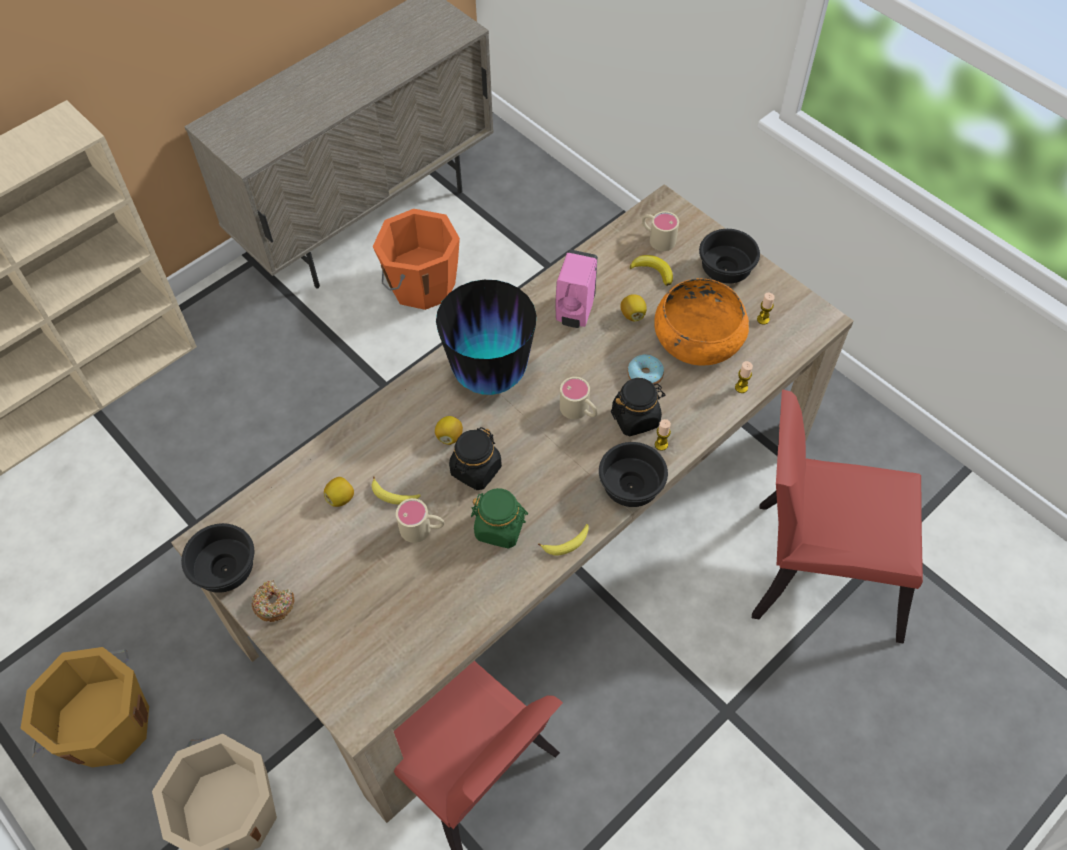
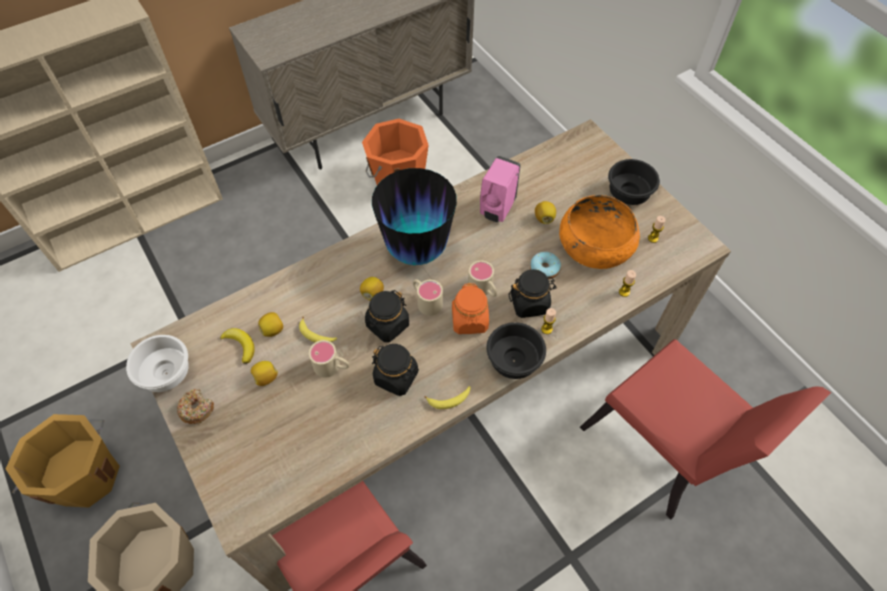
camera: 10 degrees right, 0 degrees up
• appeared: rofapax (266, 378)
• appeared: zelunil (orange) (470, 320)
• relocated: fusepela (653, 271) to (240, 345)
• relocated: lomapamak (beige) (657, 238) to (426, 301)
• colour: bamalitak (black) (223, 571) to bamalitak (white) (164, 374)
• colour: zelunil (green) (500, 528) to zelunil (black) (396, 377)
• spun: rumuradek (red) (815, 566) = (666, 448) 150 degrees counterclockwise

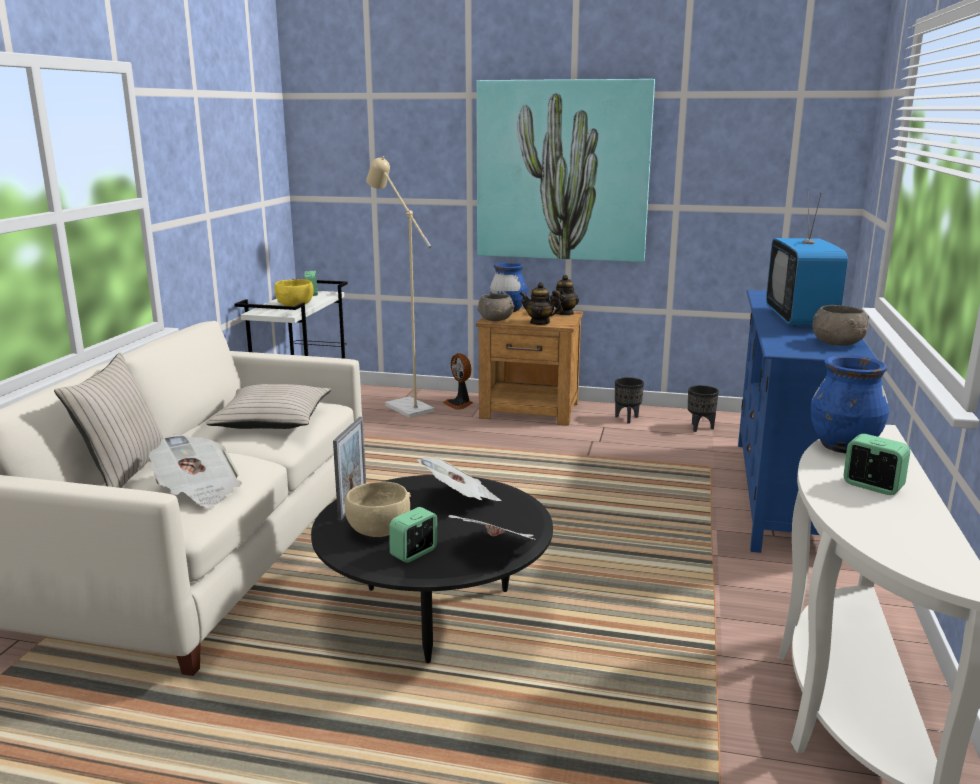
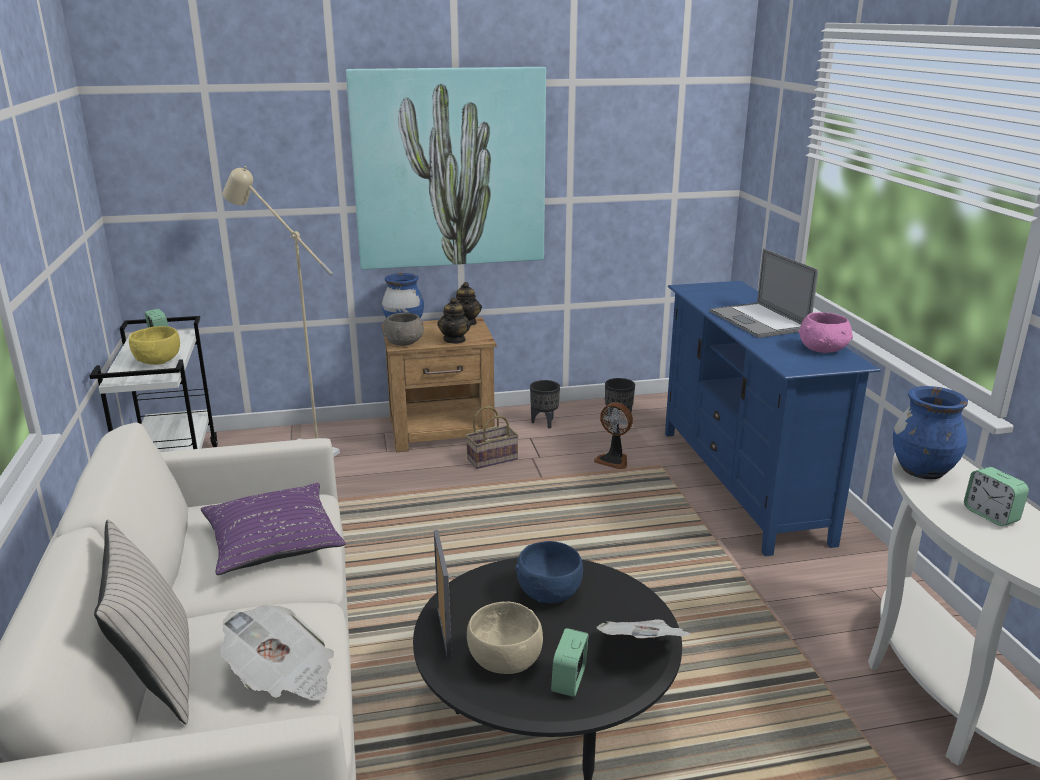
camera: 25 degrees left, 5 degrees up
• appeared: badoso (493, 458)
• relocated: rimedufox (459, 404) to (613, 460)
• exchanged: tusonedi (460, 499) to bamalitak (blue) (549, 592)
• exchanged: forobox (800, 319) to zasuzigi (758, 321)
• colour: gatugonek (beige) (272, 420) to gatugonek (purple) (273, 541)
• colour: bamalitak (grey) (838, 343) to bamalitak (pink) (823, 349)
• spun: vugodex (540, 322) = (454, 340) 75 degrees counterclockwise
• spun: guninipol (872, 486) = (990, 515) 135 degrees counterclockwise

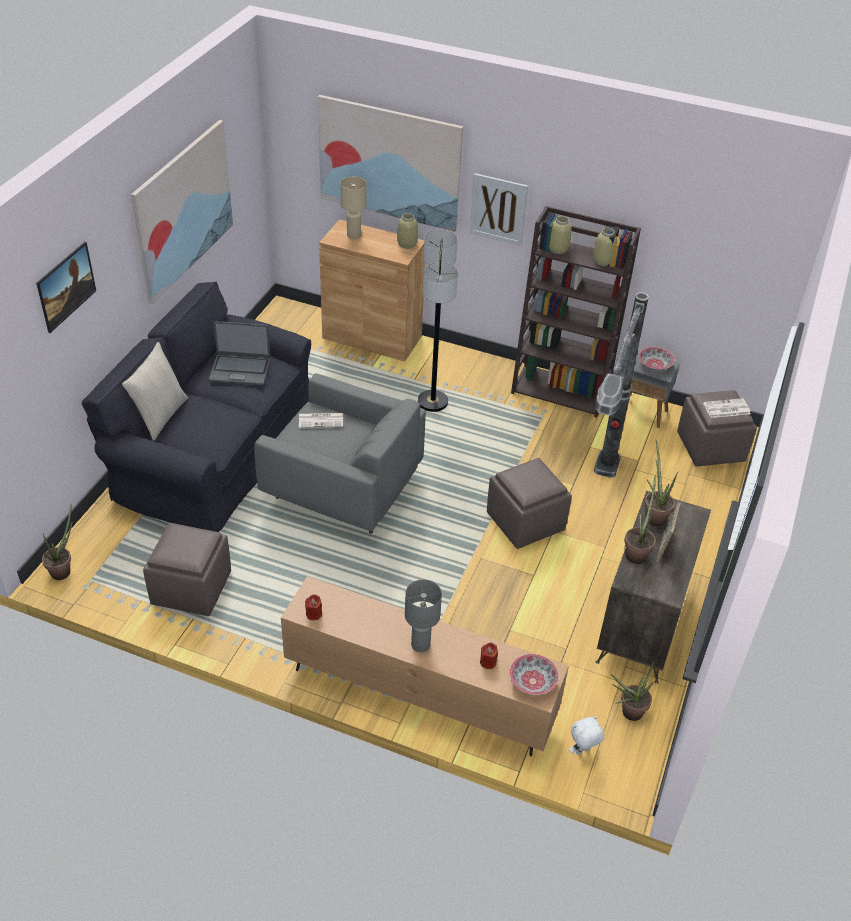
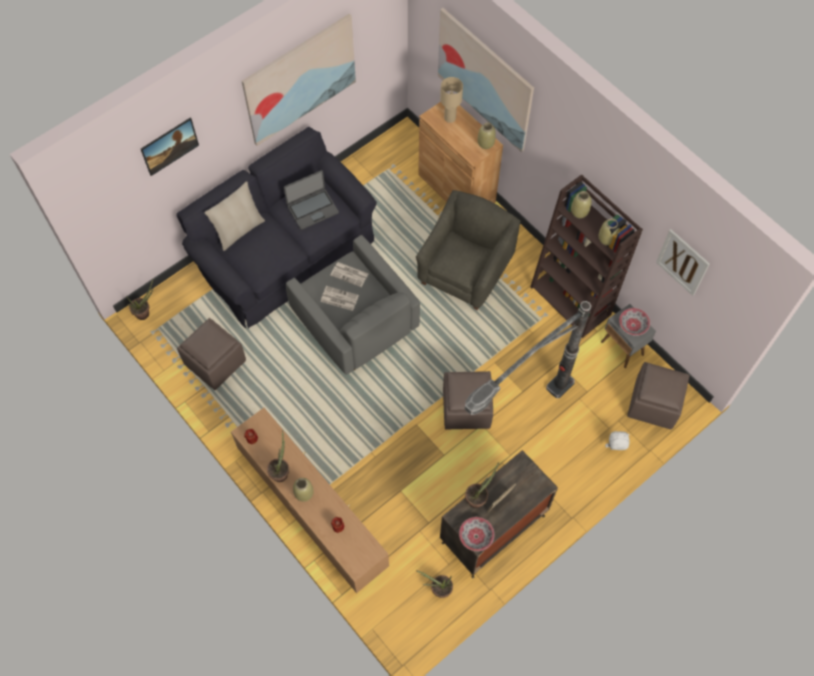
camera: 30 degrees right, 20 degrees up
• relocated: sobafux (498, 209) to (682, 262)
• relocated: bamalitak (532, 682) to (476, 536)
• relocated: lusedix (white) (582, 752) to (615, 449)
• relocated: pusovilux (653, 515) to (281, 471)
• relocated: tusonedi (726, 409) to (339, 298)
• exchanged: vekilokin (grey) (421, 645) to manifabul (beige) (304, 494)
• exchanged: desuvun (433, 402) to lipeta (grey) (465, 271)
• spun: zasuzigi (240, 370) = (312, 209) 60 degrees counterclockwise

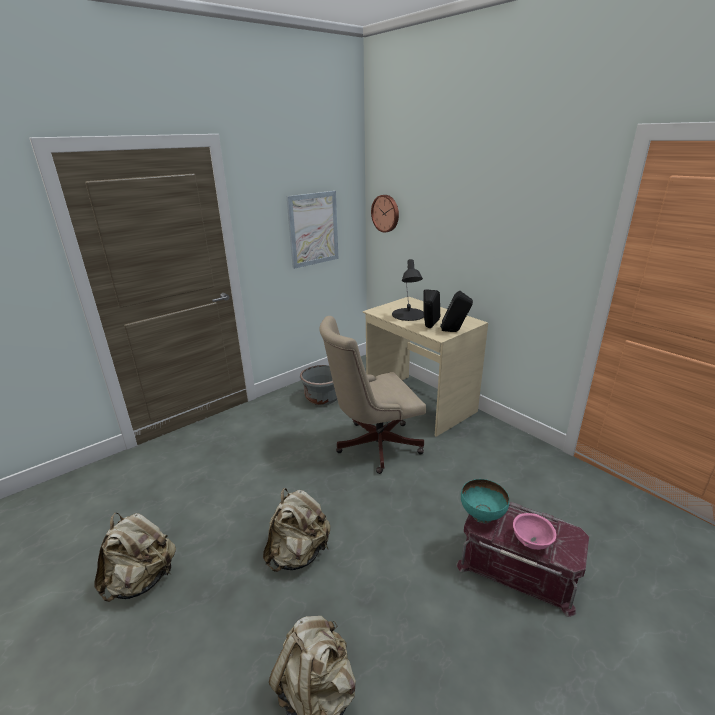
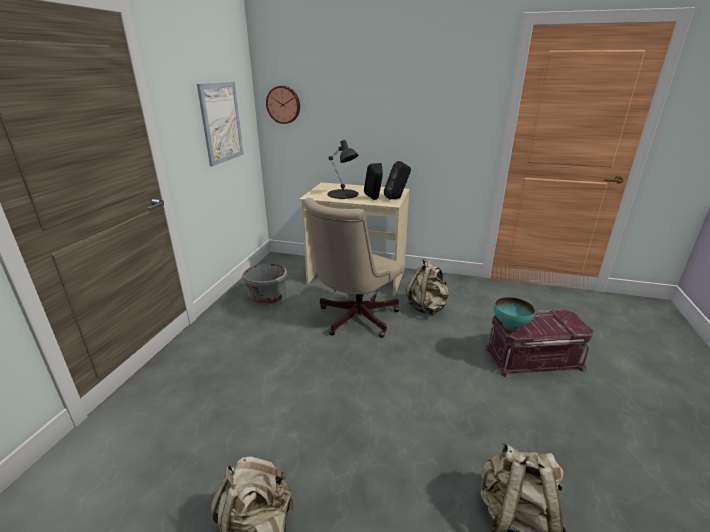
camera: 35 degrees left, 0 degrees up
• missing: bamalitak (pink) (532, 542)
• relocated: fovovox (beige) (298, 554) to (427, 307)

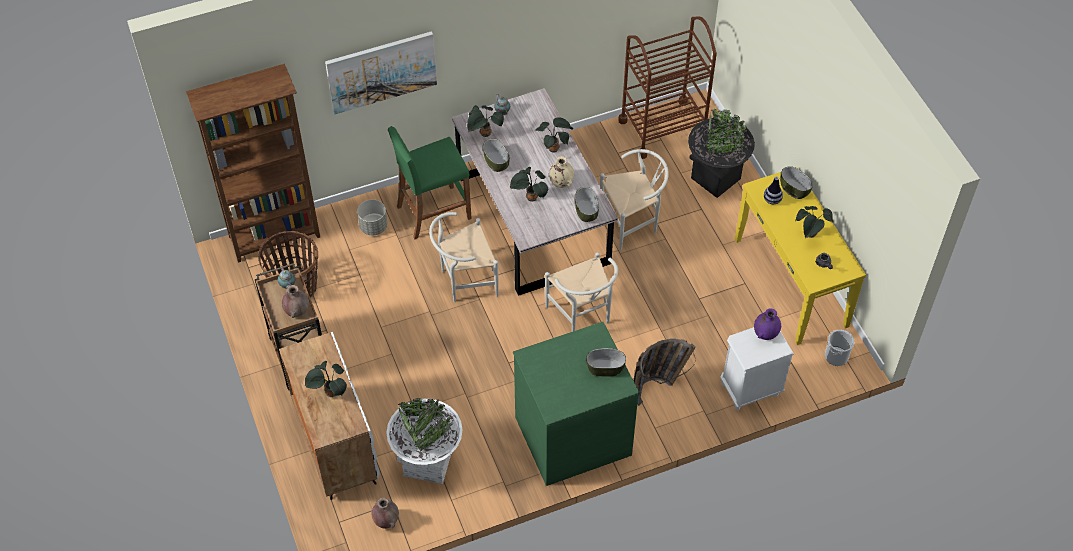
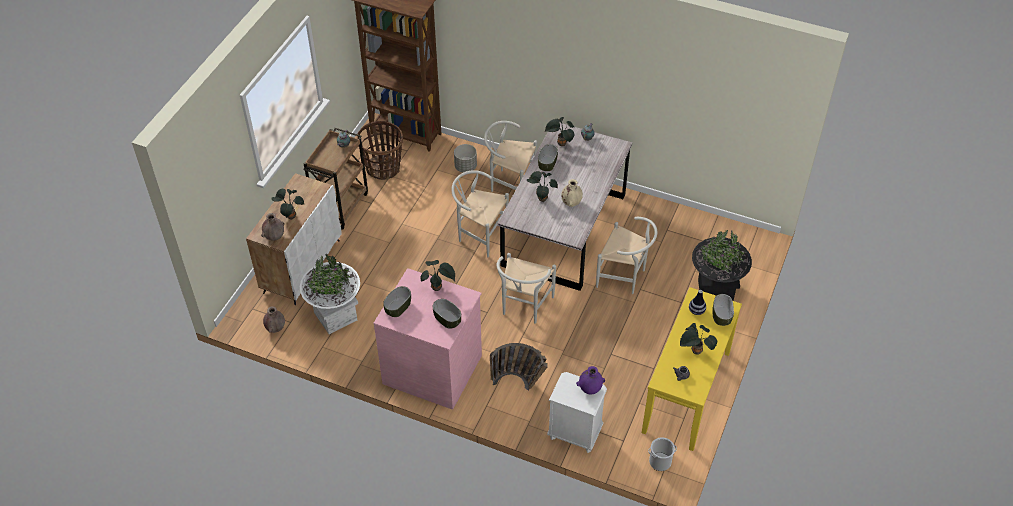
camera: 45 degrees right, 5 degrees down
• missing: sobafux (381, 71)
• missing: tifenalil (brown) (662, 128)
• relocated: manifabul (brown) (297, 311) to (274, 237)
• relocated: pusovilux (554, 148) to (438, 288)
• relocated: bamalitak (586, 211) to (398, 308)
• exchanged: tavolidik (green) (433, 212) to rumuradek (white) (509, 183)
• colour: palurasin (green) (572, 434) to palurasin (pink) (433, 368)

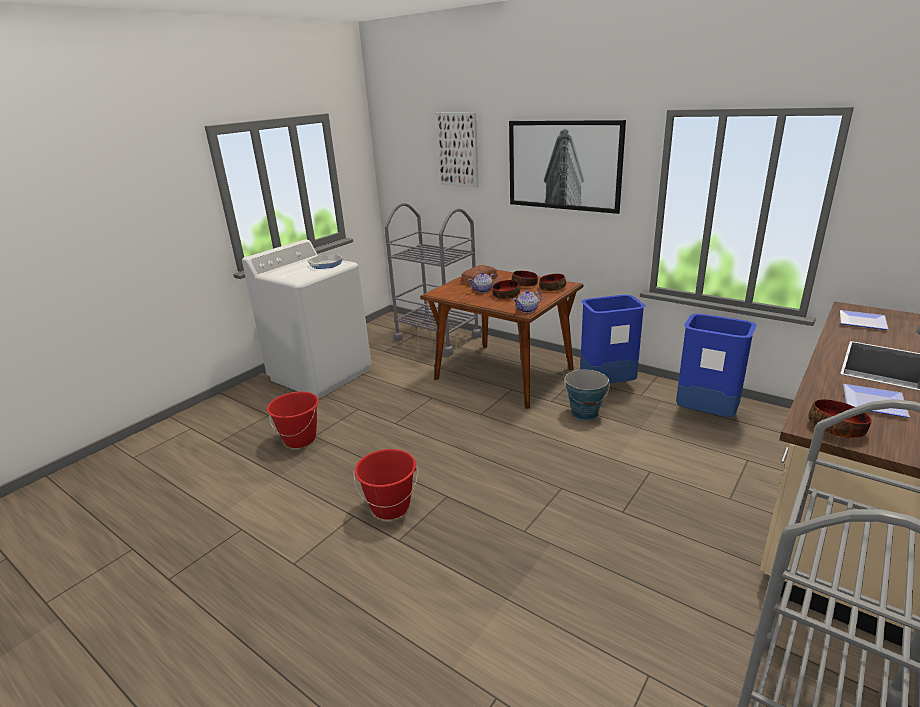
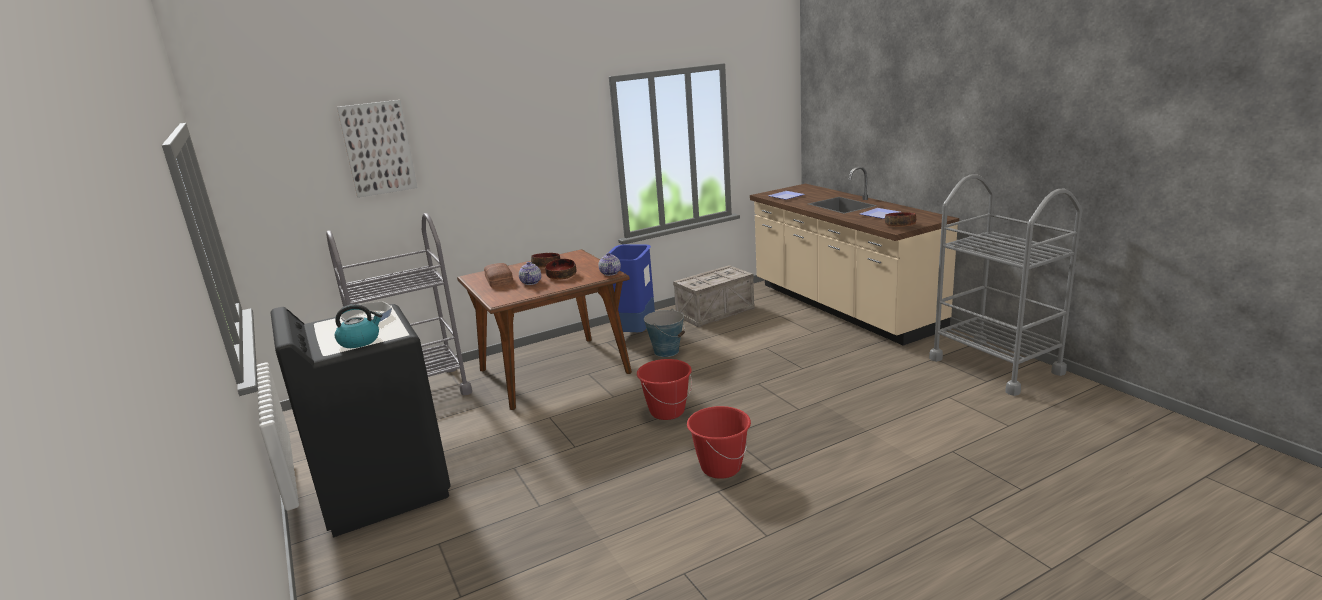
camera: 65 degrees left, 5 degrees down
• missing: sobafux (563, 165)
• missing: bamalitak (552, 288)
• appeared: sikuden (360, 341)
• relocated: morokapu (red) (300, 439) to (667, 411)
• exchanged: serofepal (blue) (706, 413) to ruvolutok (715, 312)
• colour: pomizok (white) (321, 374) to pomizok (black) (382, 488)

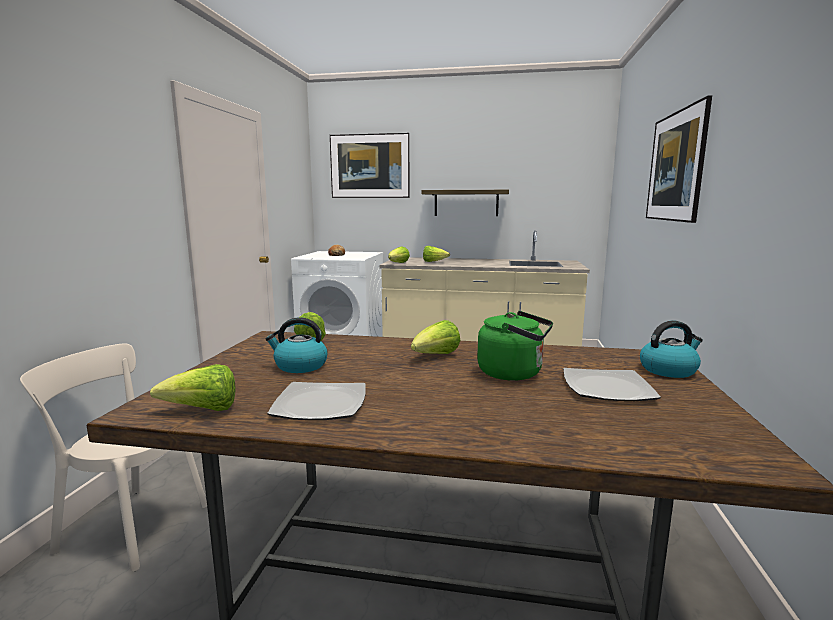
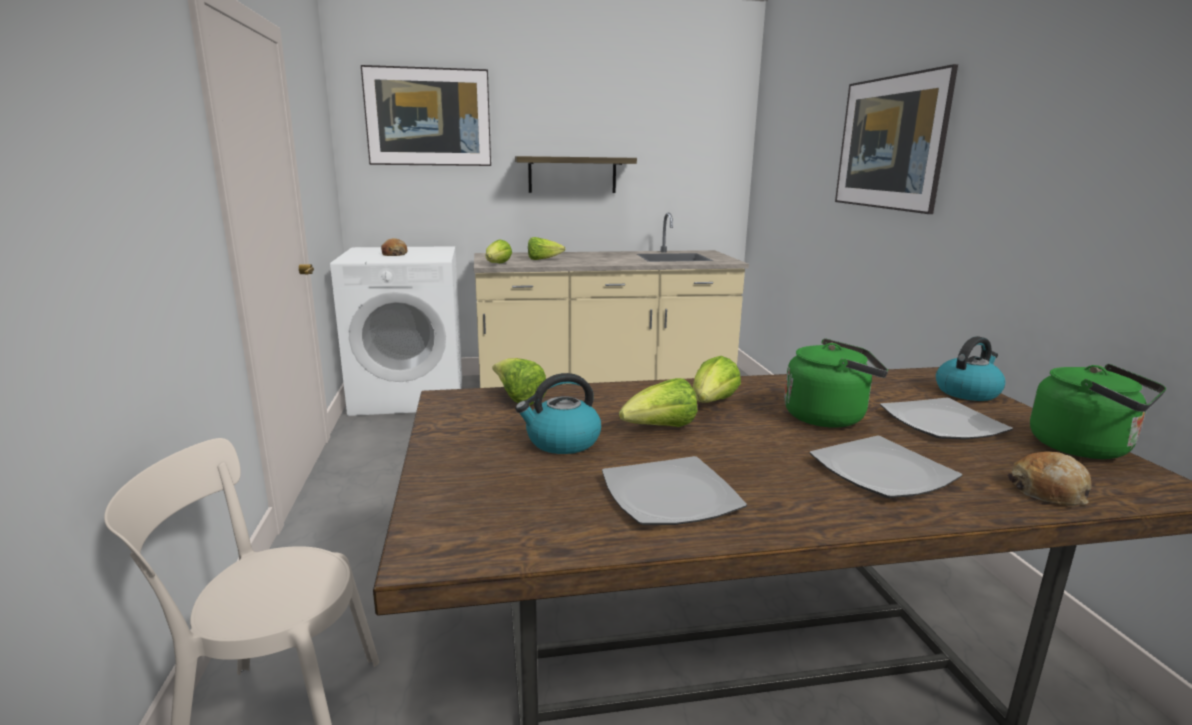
camera: 20 degrees left, 5 degrees up
• appeared: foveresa (880, 471)
• appeared: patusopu (1048, 491)
• appeared: sikuden (green) (1085, 448)
• relocated: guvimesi (203, 410) to (660, 429)

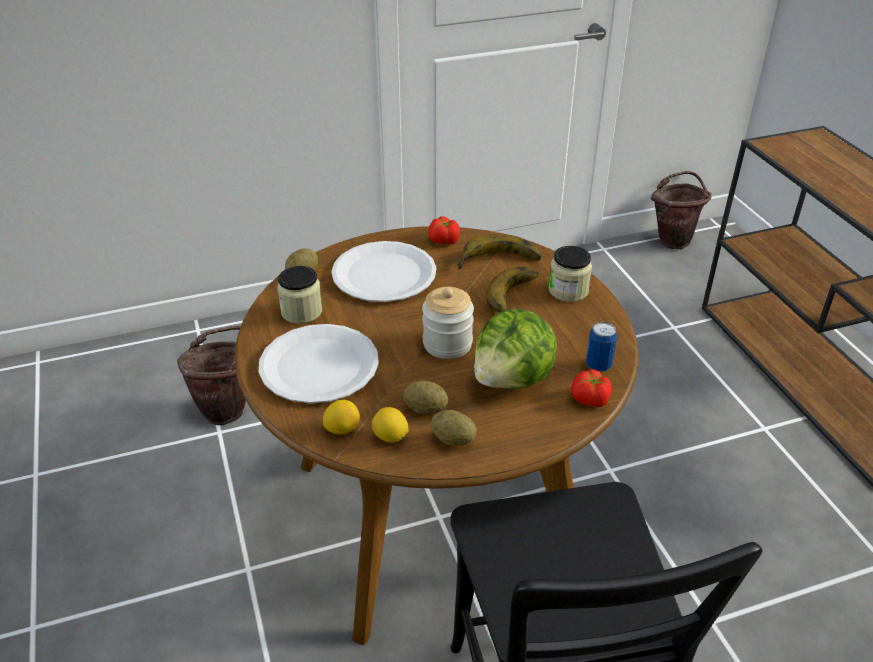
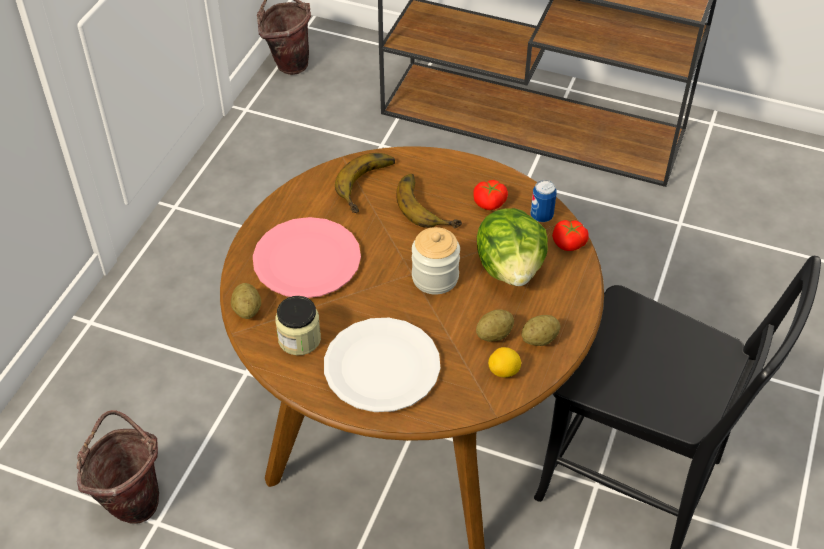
camera: 50 degrees left, 10 degrees up
• missing: rofapax (342, 429)
• missing: zelunil (568, 290)
• relocated: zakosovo (444, 240) to (490, 203)
• colour: foveresa (white) (384, 274) to foveresa (pink) (307, 260)

